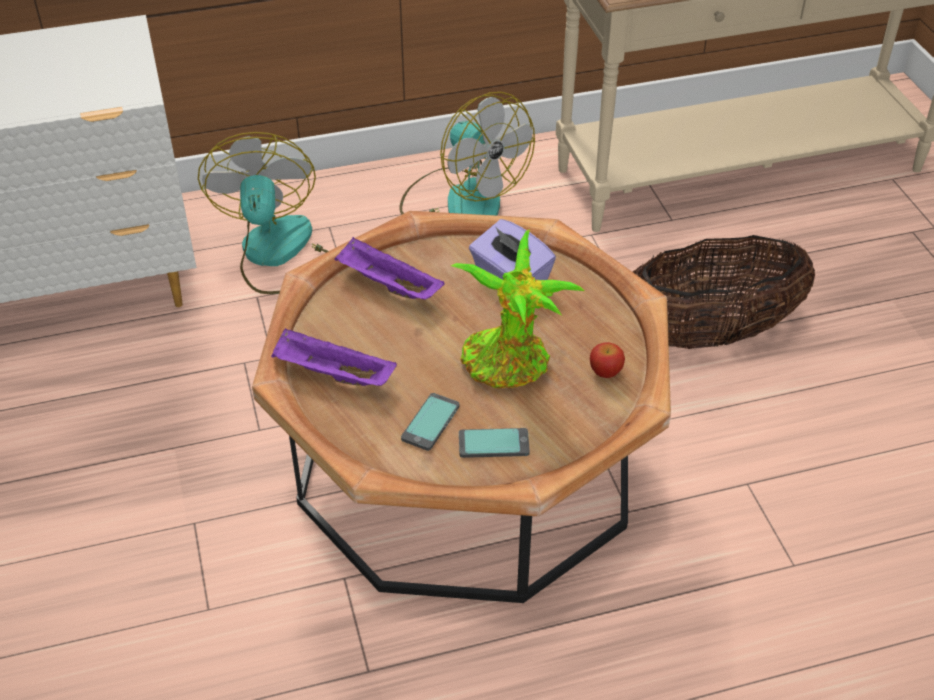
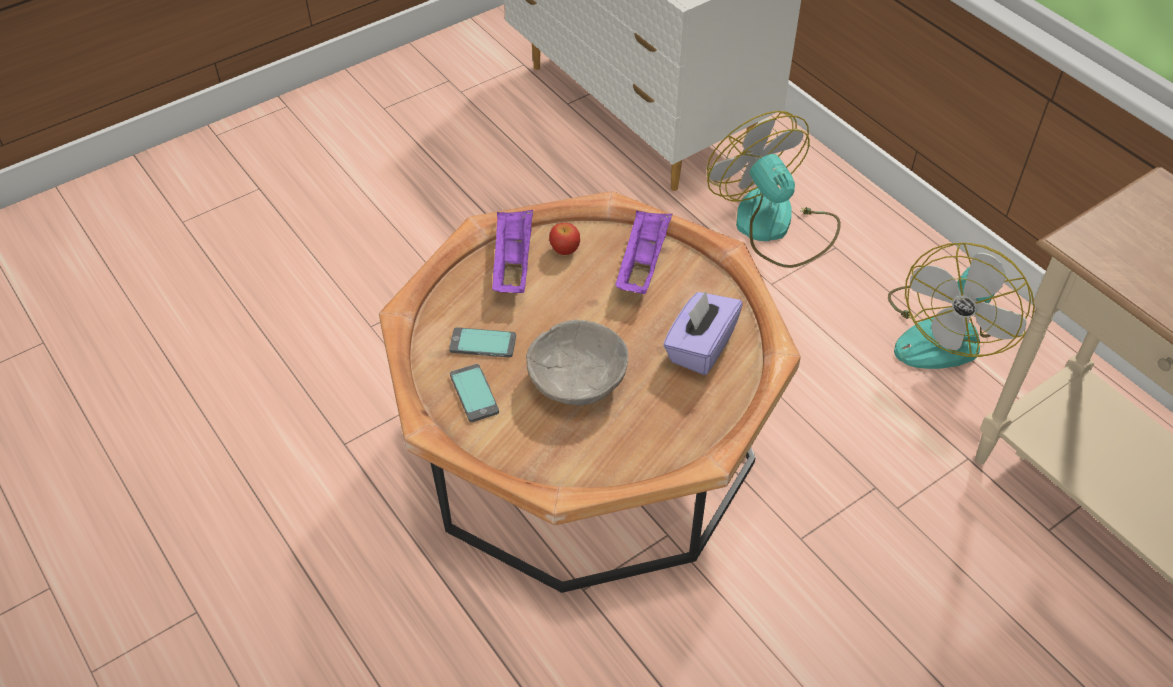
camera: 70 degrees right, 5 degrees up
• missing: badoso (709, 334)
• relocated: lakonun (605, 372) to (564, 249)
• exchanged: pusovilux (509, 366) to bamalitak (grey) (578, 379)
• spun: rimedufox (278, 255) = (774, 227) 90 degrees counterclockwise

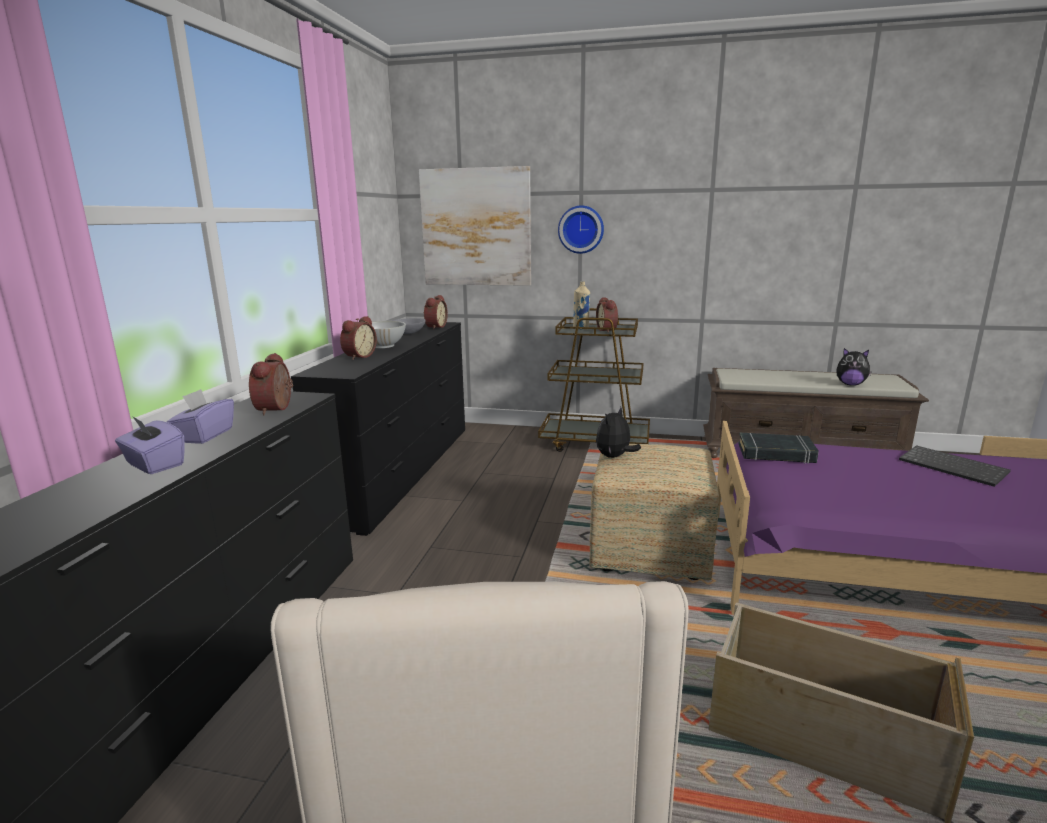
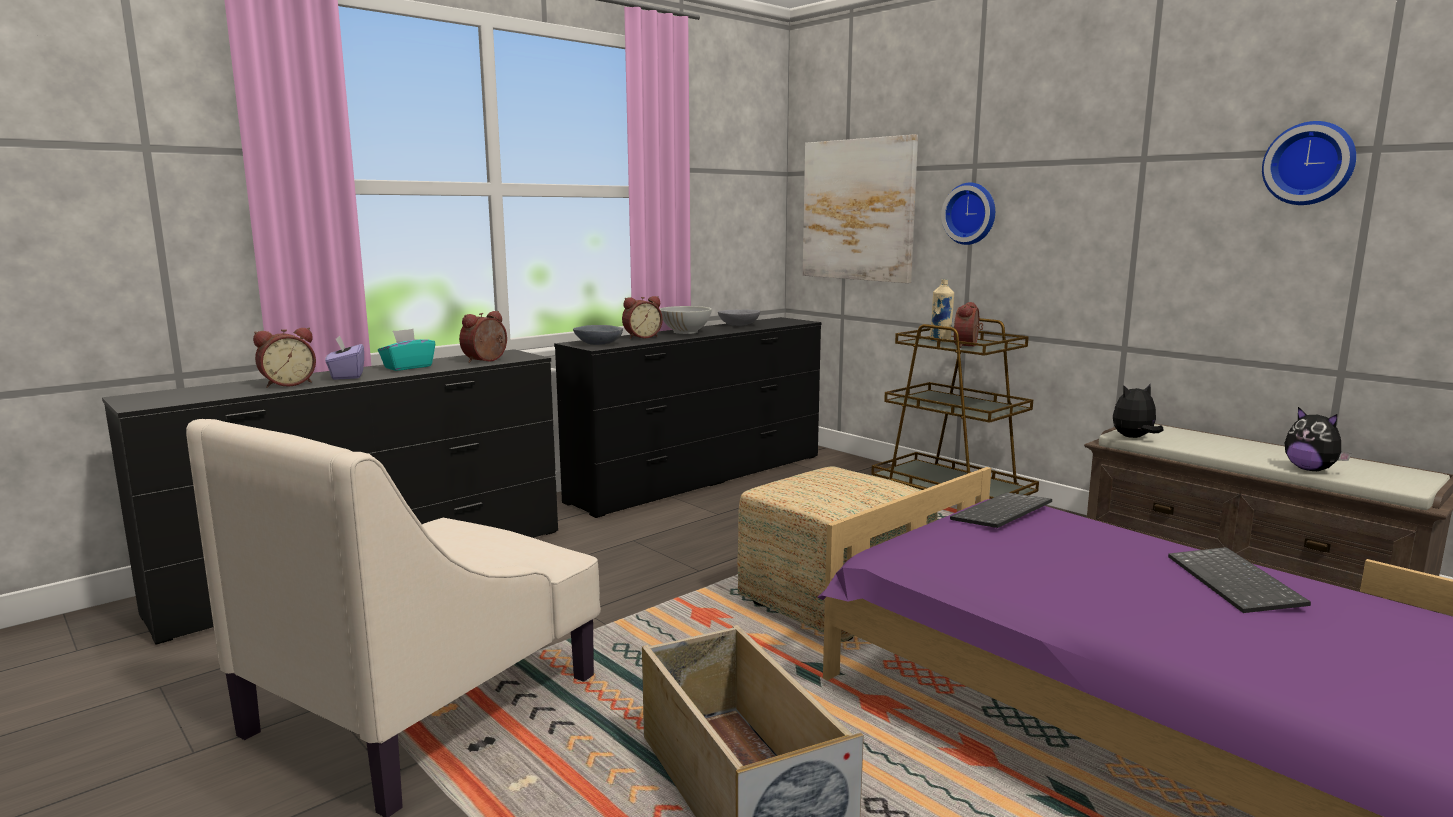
camera: 35 degrees right, 5 degrees down
• appeared: bamalitak (grey) (597, 344)
• appeared: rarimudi (1309, 163)
• relocated: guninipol (435, 327) to (287, 384)
• relocated: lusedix (614, 457) to (1134, 438)
• exchanged: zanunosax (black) (776, 453) to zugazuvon (1003, 514)
• colour: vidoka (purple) (205, 435) to vidoka (turquoise) (408, 367)

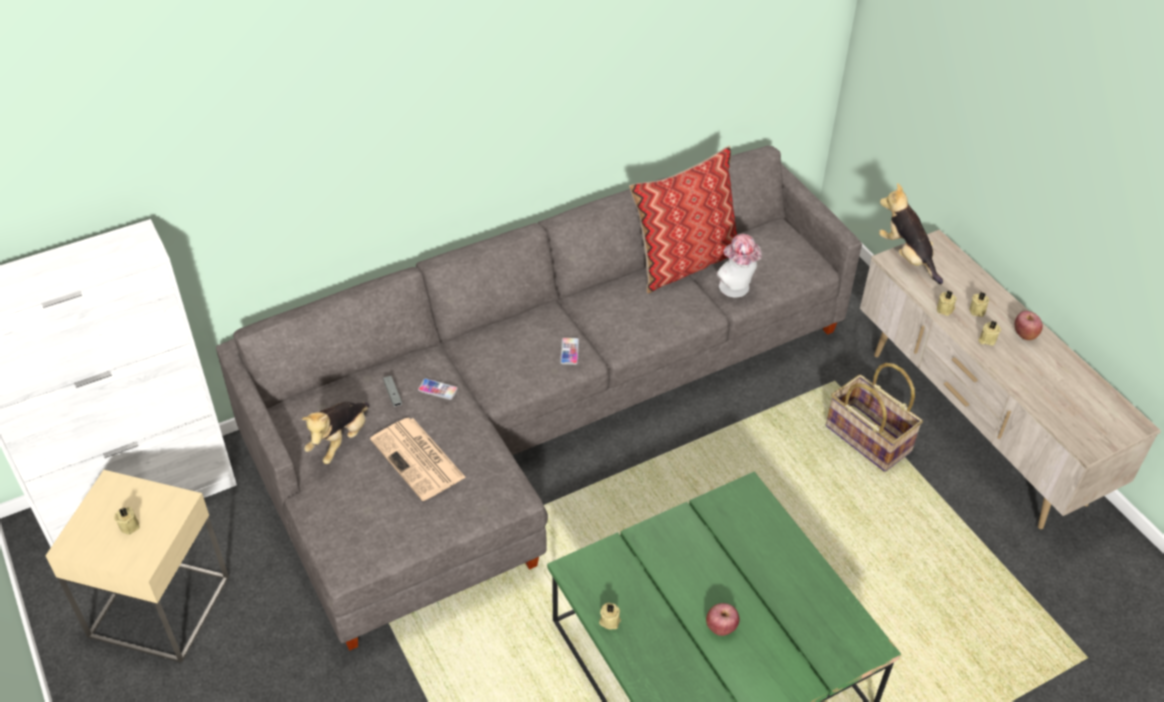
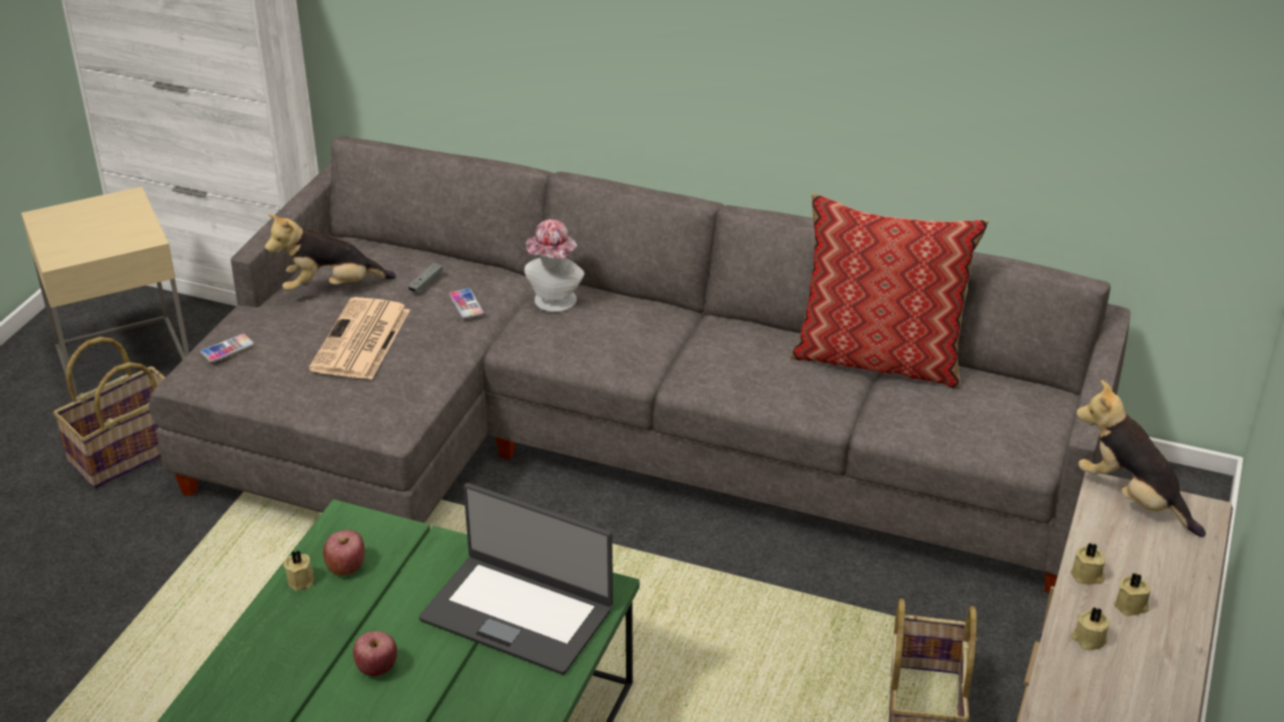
camera: 50 degrees right, 10 degrees down
• missing: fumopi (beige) (130, 525)
• appeared: badoso (129, 451)
• appeared: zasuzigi (518, 613)
• relocated: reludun (569, 351) to (227, 349)
• relocated: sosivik (737, 289) to (554, 303)
• relocated: lakonun (1024, 334) to (346, 567)
• spun: lusedix (906, 256) = (1132, 498) 60 degrees counterclockwise

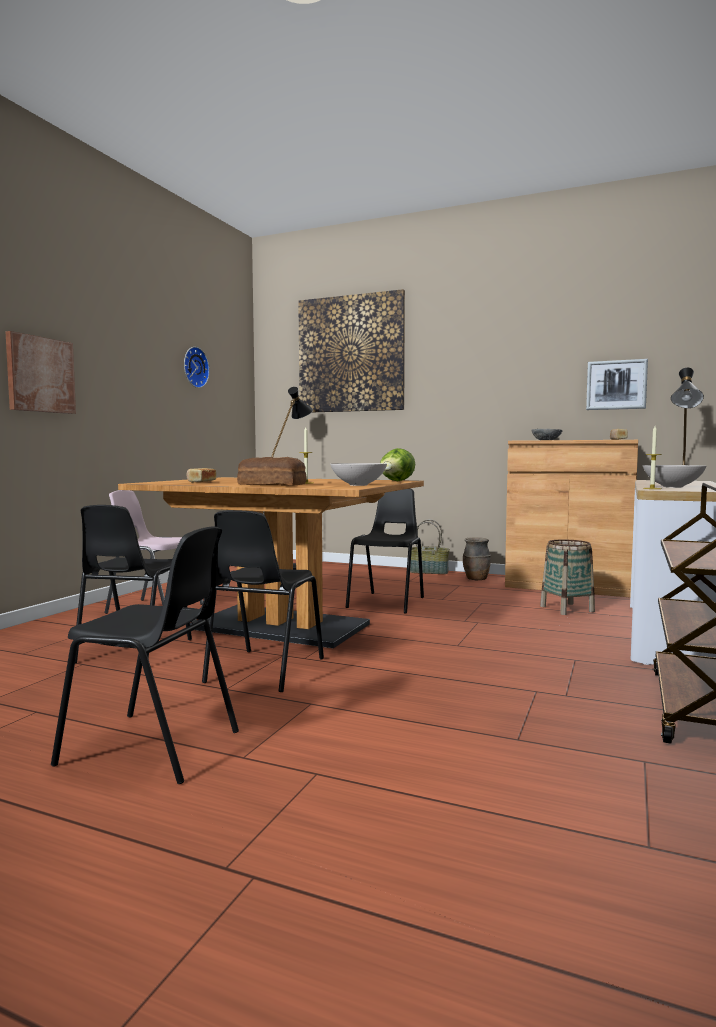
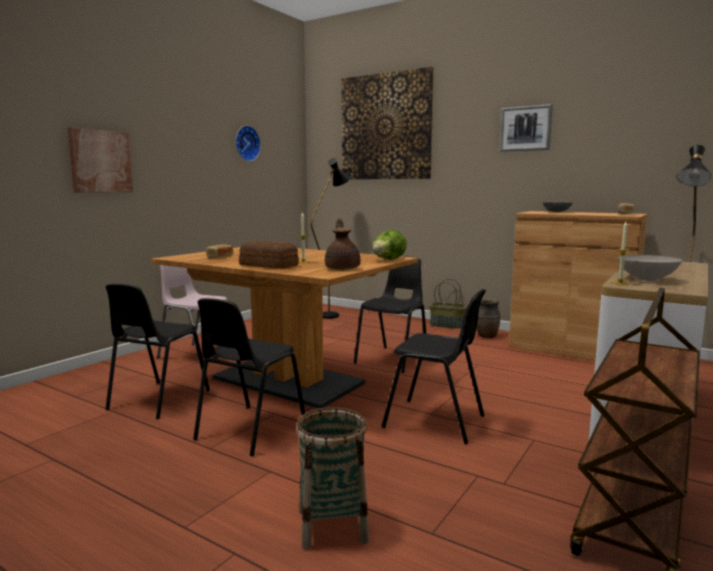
camera: 10 degrees right, 5 degrees up
• relocated: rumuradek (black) (152, 748) to (435, 422)
• relocated: badoso (566, 609) to (332, 525)
• relocated: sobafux (616, 385) to (525, 128)
• exchanged: bamalitak (white) (359, 485) to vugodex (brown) (343, 268)

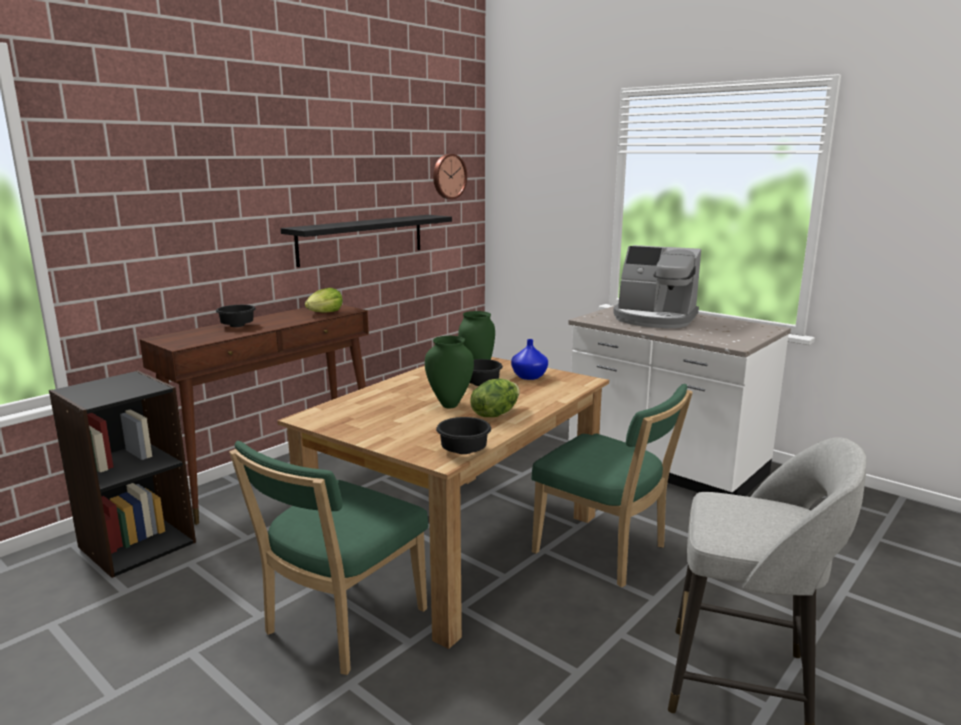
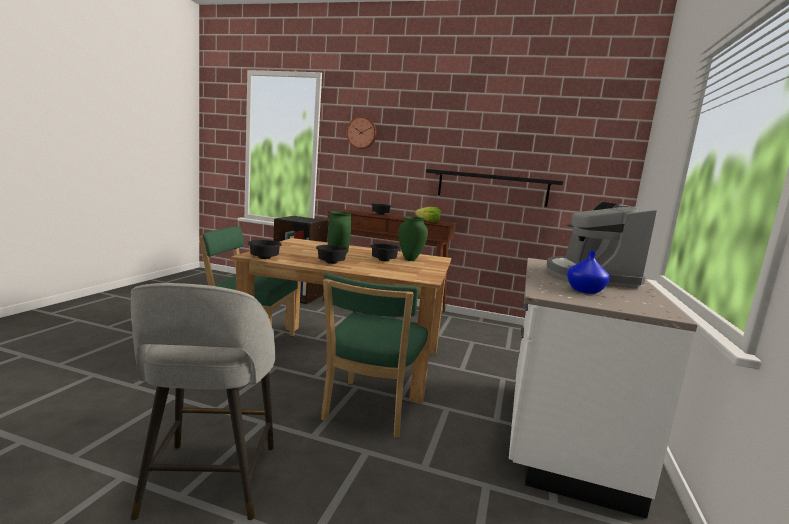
camera: 65 degrees right, 5 degrees down
• relocated: rarimudi (448, 176) to (362, 133)
• relocated: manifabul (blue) (529, 377) to (584, 291)
• exchanged: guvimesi (495, 413) to bamalitak (black) (330, 262)

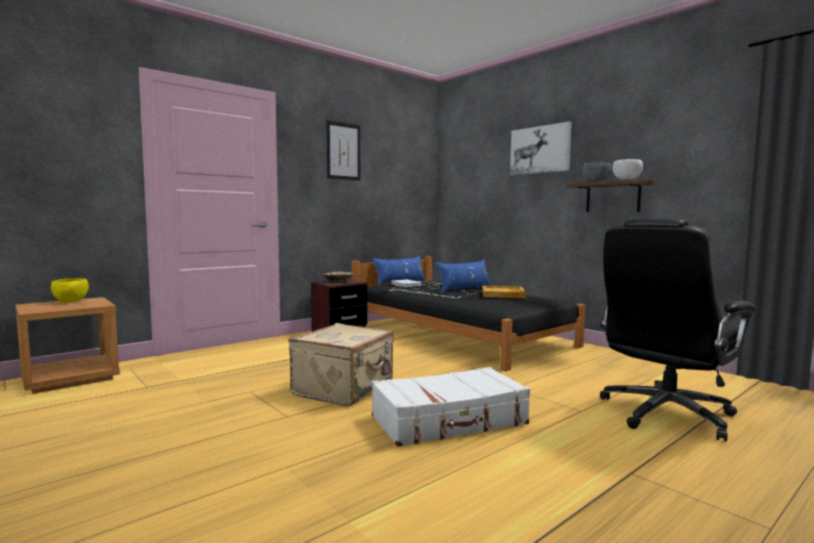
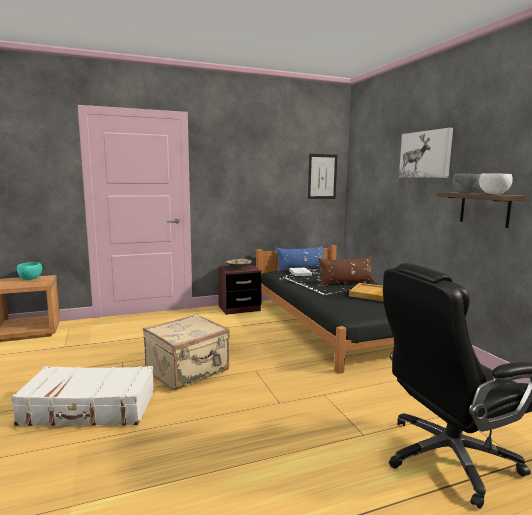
camera: 20 degrees right, 5 degrees up
• relocated: sobafux (343, 151) to (322, 176)
• relocated: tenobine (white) (450, 421) to (89, 408)
• colour: bamalitak (yellow) (71, 302) to bamalitak (turquoise) (31, 279)
• colour: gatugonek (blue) (464, 289) to gatugonek (brown) (346, 283)

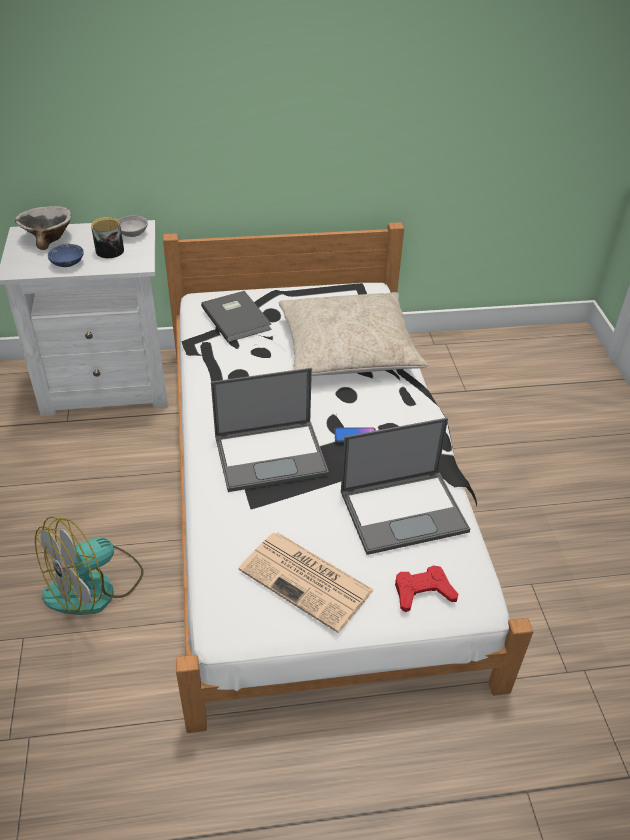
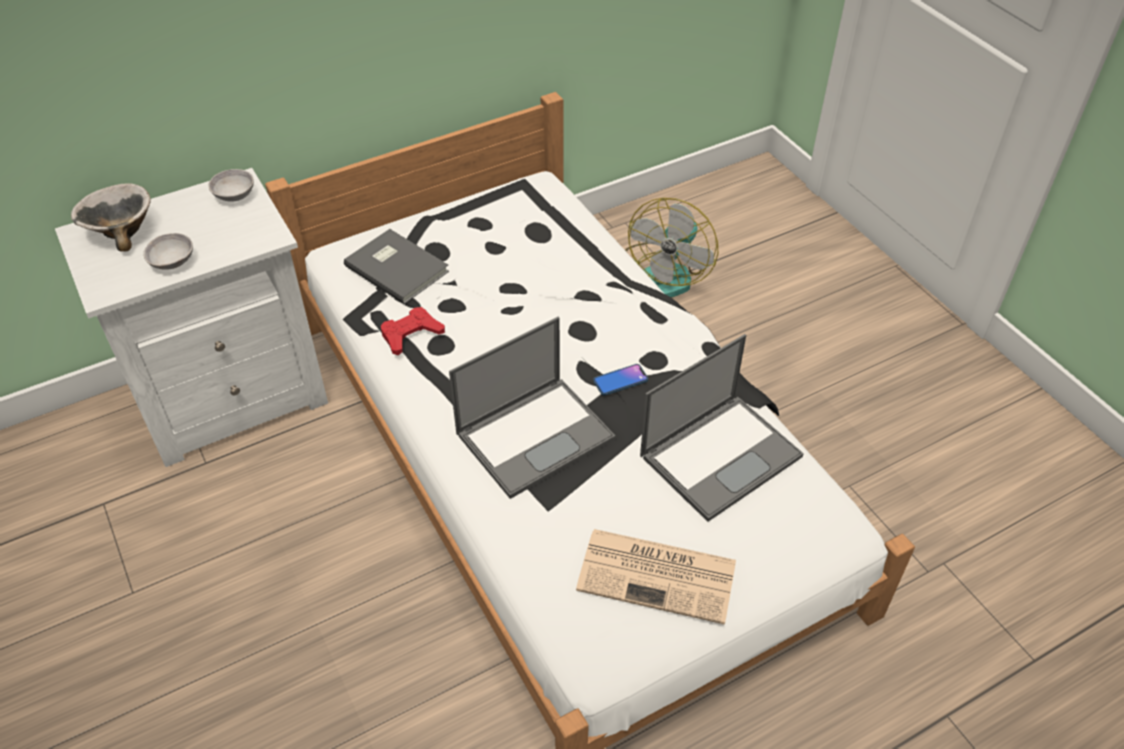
camera: 20 degrees left, 5 degrees up
• missing: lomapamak (107, 249)
• missing: gatugonek (beige) (348, 348)
• relocated: rimedufox (94, 586) to (666, 274)
• relocated: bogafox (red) (423, 592) to (411, 334)
• colour: bamalitak (blue) (67, 263) to bamalitak (grey) (172, 262)

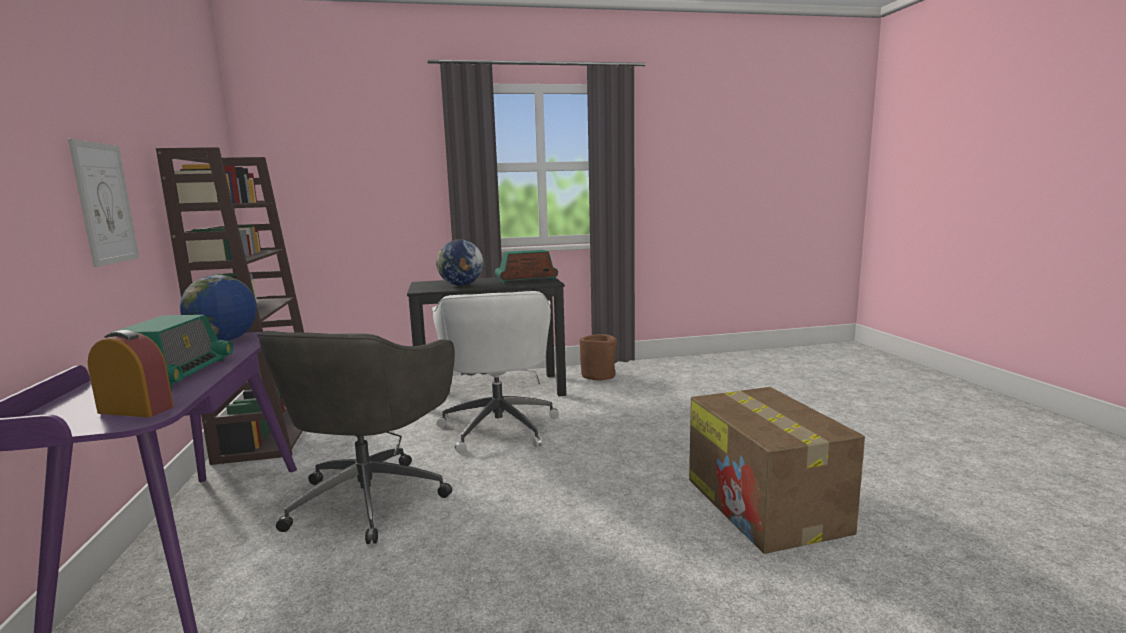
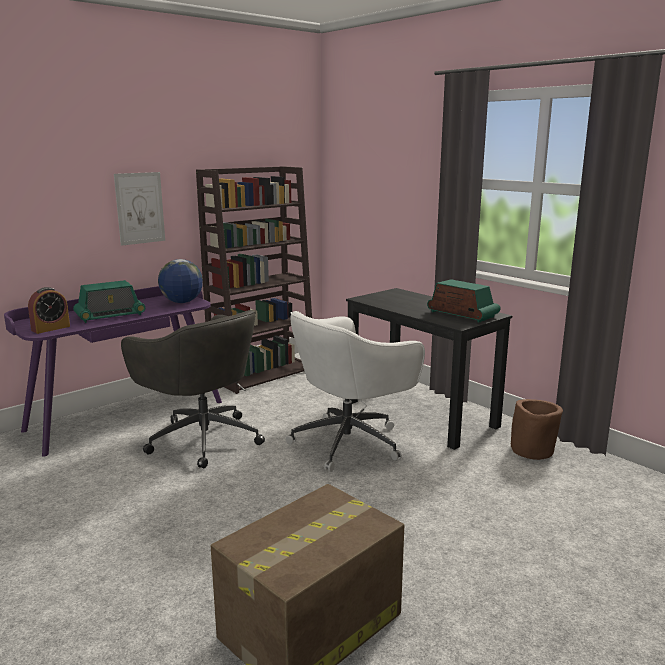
camera: 60 degrees right, 5 degrees up
• missing: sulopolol (461, 285)
• spun: guninipol (136, 410) = (51, 328) 60 degrees clockwise
• spun: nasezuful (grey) (370, 497) = (202, 438) 120 degrees counterclockwise

